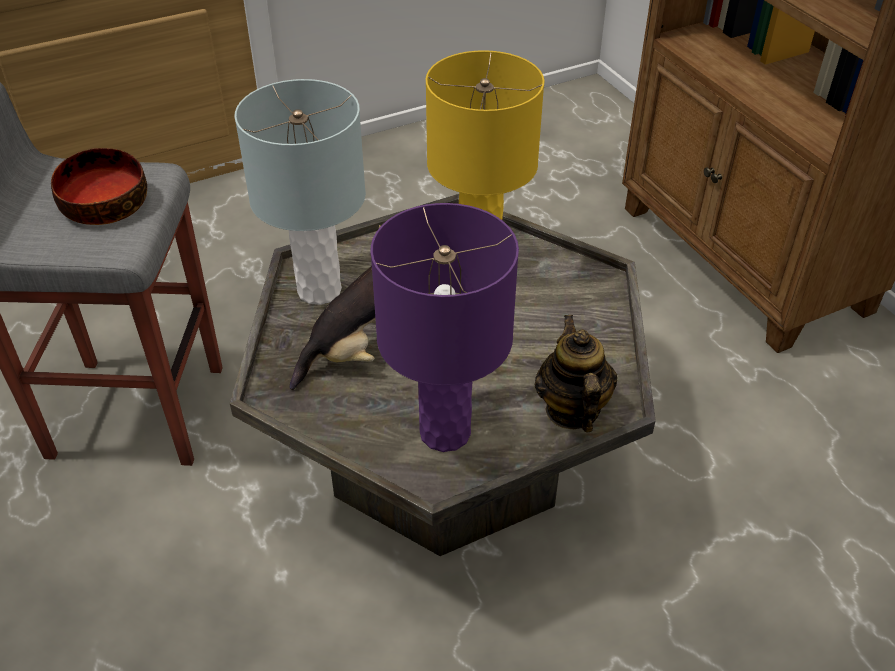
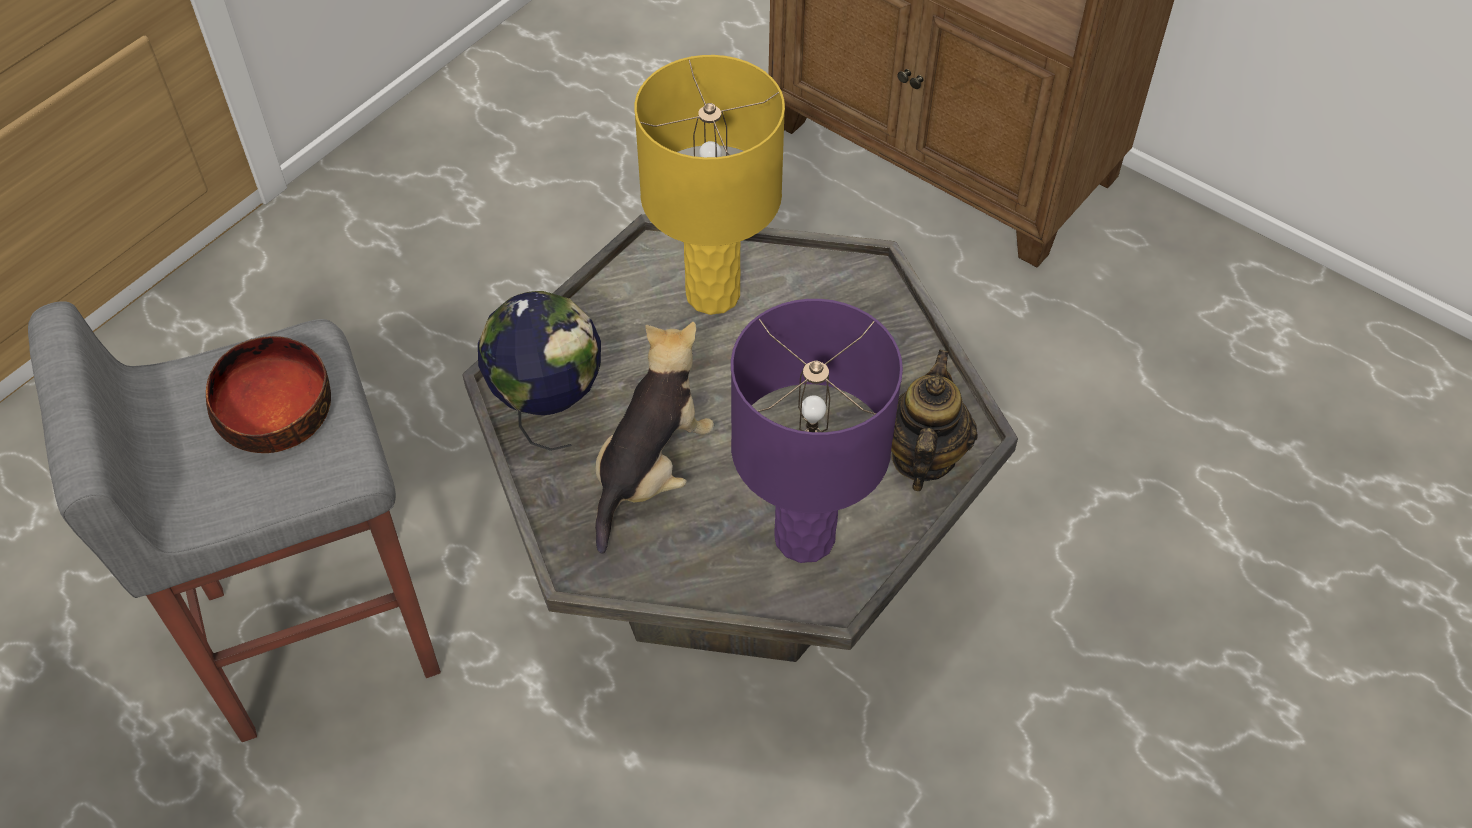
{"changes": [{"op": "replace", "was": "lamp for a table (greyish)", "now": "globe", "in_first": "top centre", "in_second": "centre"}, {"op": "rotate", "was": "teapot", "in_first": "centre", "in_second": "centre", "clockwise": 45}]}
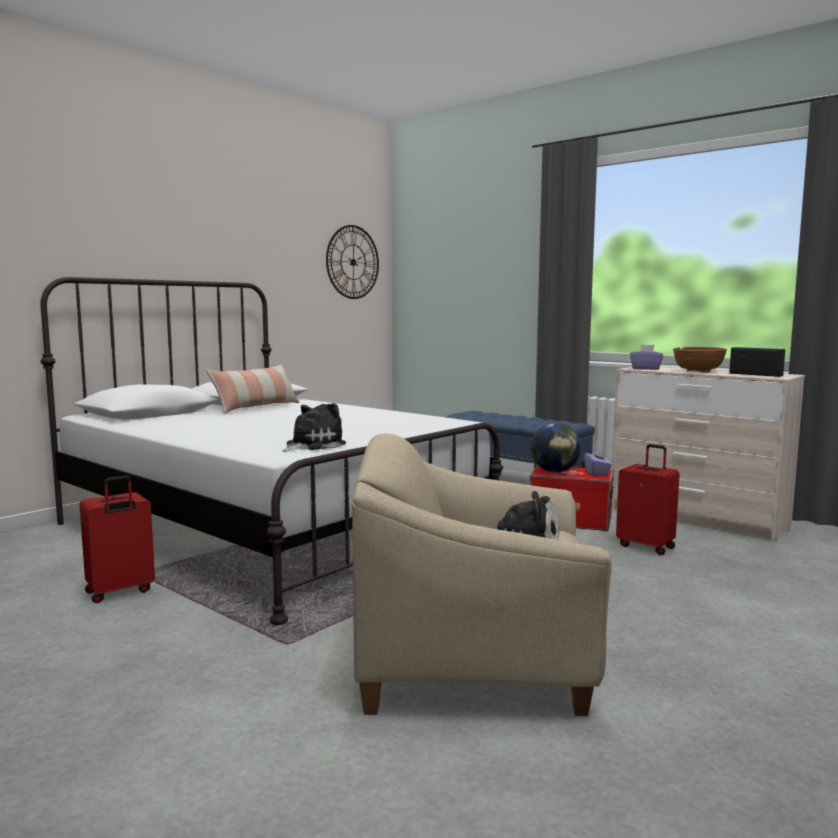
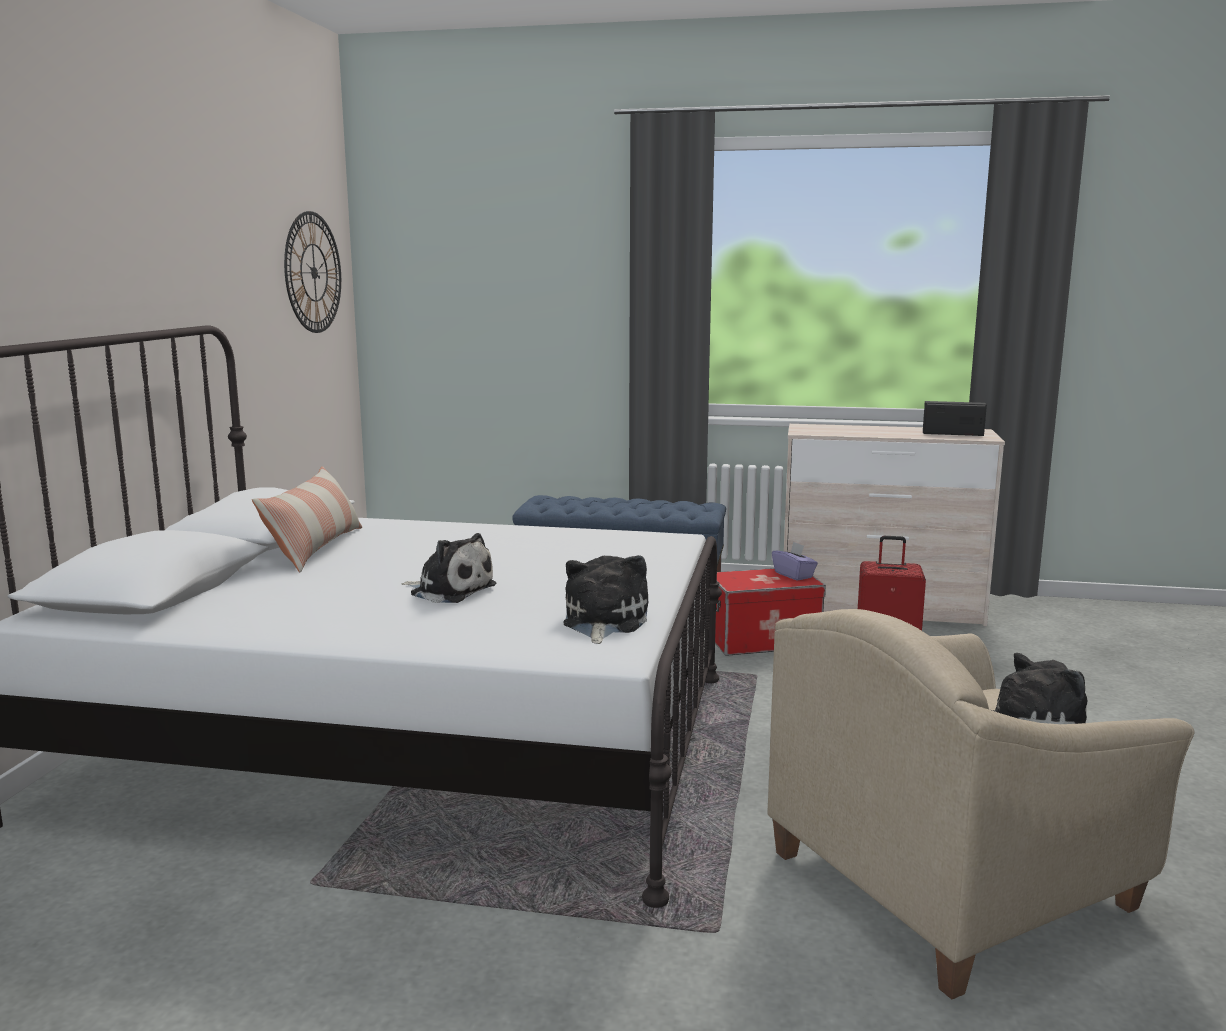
{"changes": [{"op": "delete", "was": "travel case (reddish) (1st from left)", "in_first": "middle left"}, {"op": "delete", "was": "globe", "in_first": "centre"}, {"op": "delete", "was": "box of tissues (purple-coloured) (2nd from left)", "in_first": "middle right"}, {"op": "delete", "was": "bowl (brown-coloured)", "in_first": "middle right"}, {"op": "insert", "now": "plush toy (1st from left)", "in_second": "centre"}]}
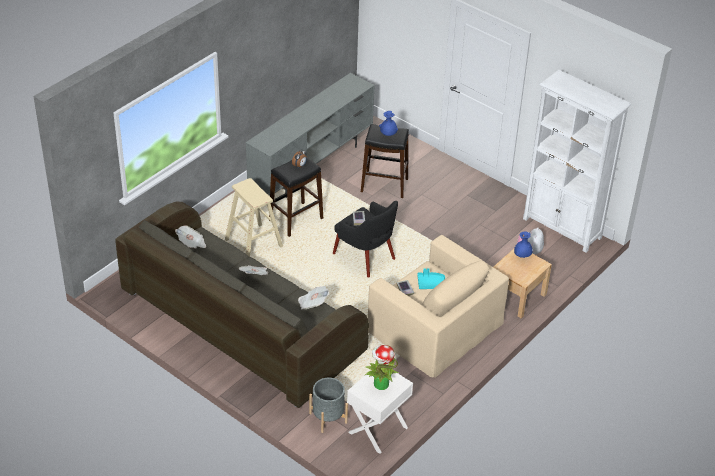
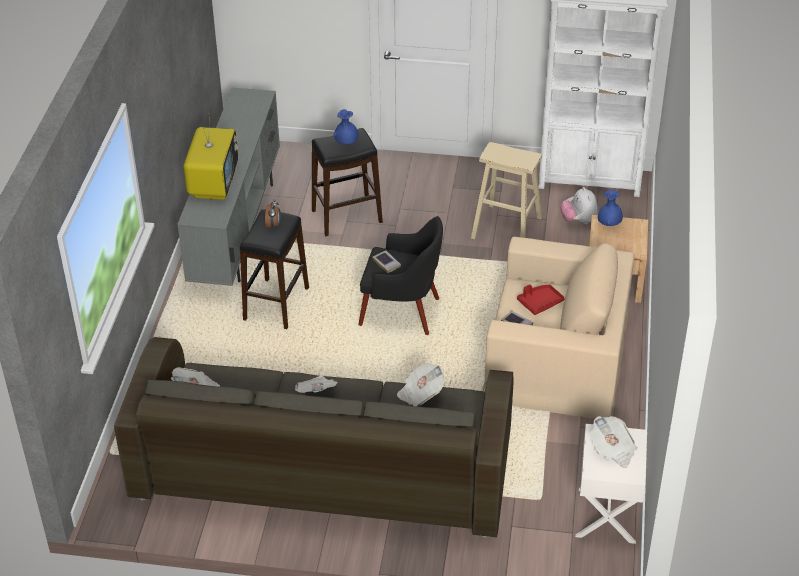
{"changes": [{"op": "move", "was": "sitting stool (beige-coloured)", "in_first": "centre", "in_second": "top centre"}, {"op": "delete", "was": "plant pot (greyish)", "in_first": "bottom centre"}, {"op": "replace", "was": "potted plant", "now": "newspaper (4th from left)", "in_first": "bottom centre", "in_second": "bottom right"}, {"op": "recolor", "was": "carrying tray (blue-green)", "now": "carrying tray (reddish)", "in_first": "centre", "in_second": "middle right"}, {"op": "insert", "now": "television", "in_second": "top left"}]}
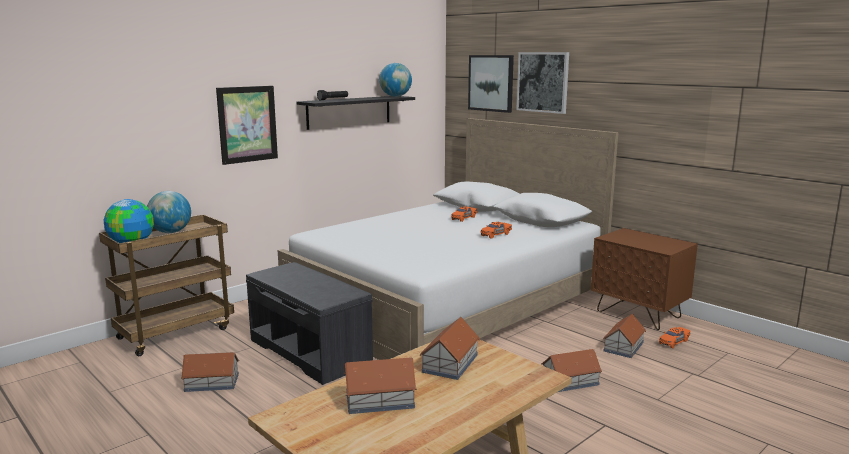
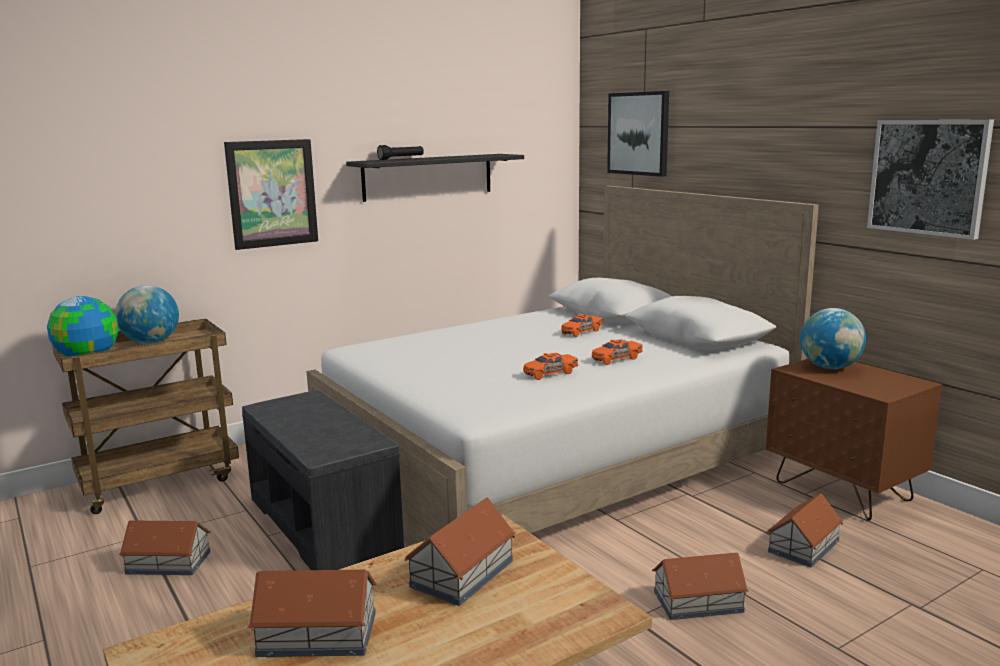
{"changes": [{"op": "move", "was": "globe (3rd from left)", "in_first": "top centre", "in_second": "middle right"}, {"op": "move", "was": "wall picture (3rd from left)", "in_first": "top centre", "in_second": "top right"}, {"op": "move", "was": "model car (orange-coloured) (3rd from left in the first image)", "now": "model car (orange-coloured) (1st from left)", "in_first": "bottom right", "in_second": "centre"}]}
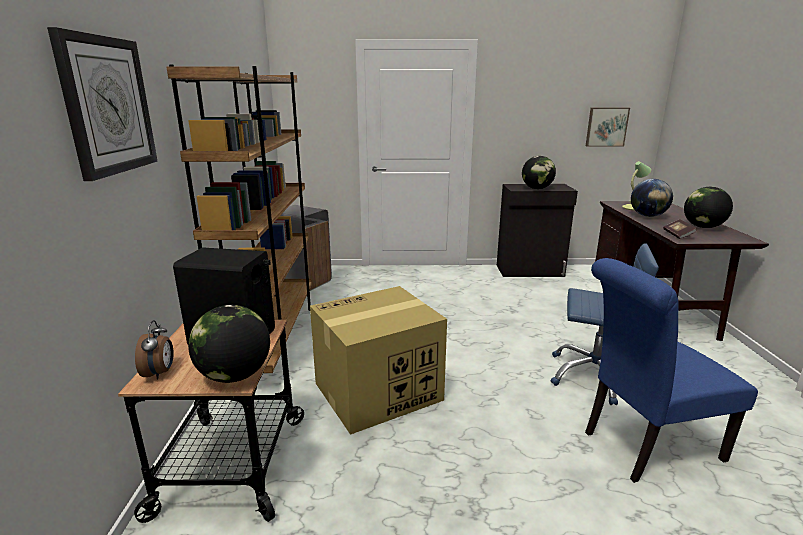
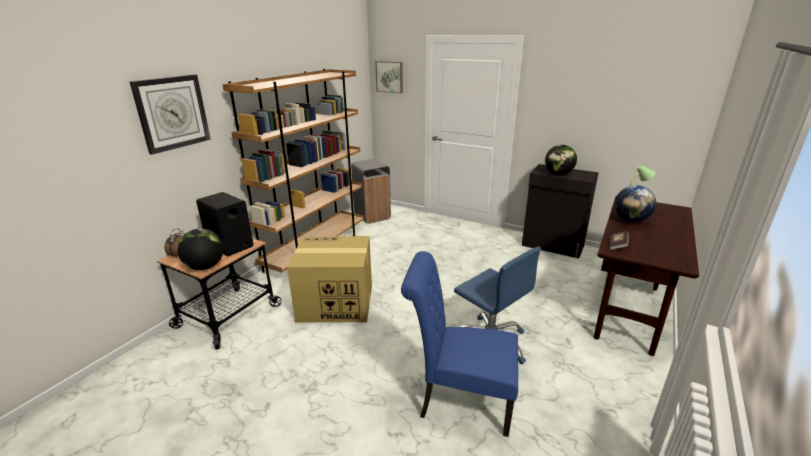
{"changes": [{"op": "move", "was": "wall picture", "in_first": "top right", "in_second": "top centre"}, {"op": "delete", "was": "globe (4th from left)", "in_first": "middle right"}]}
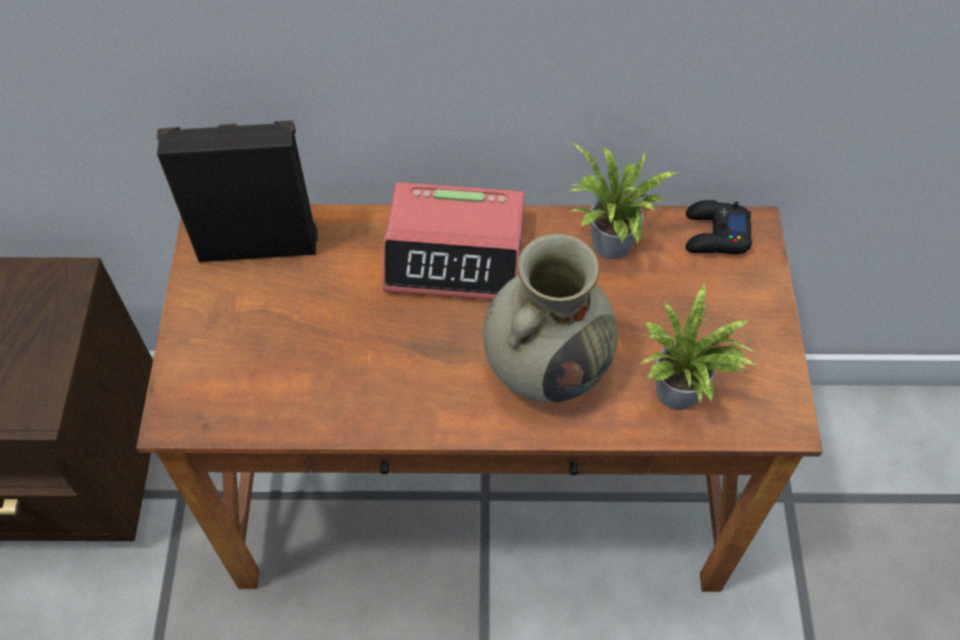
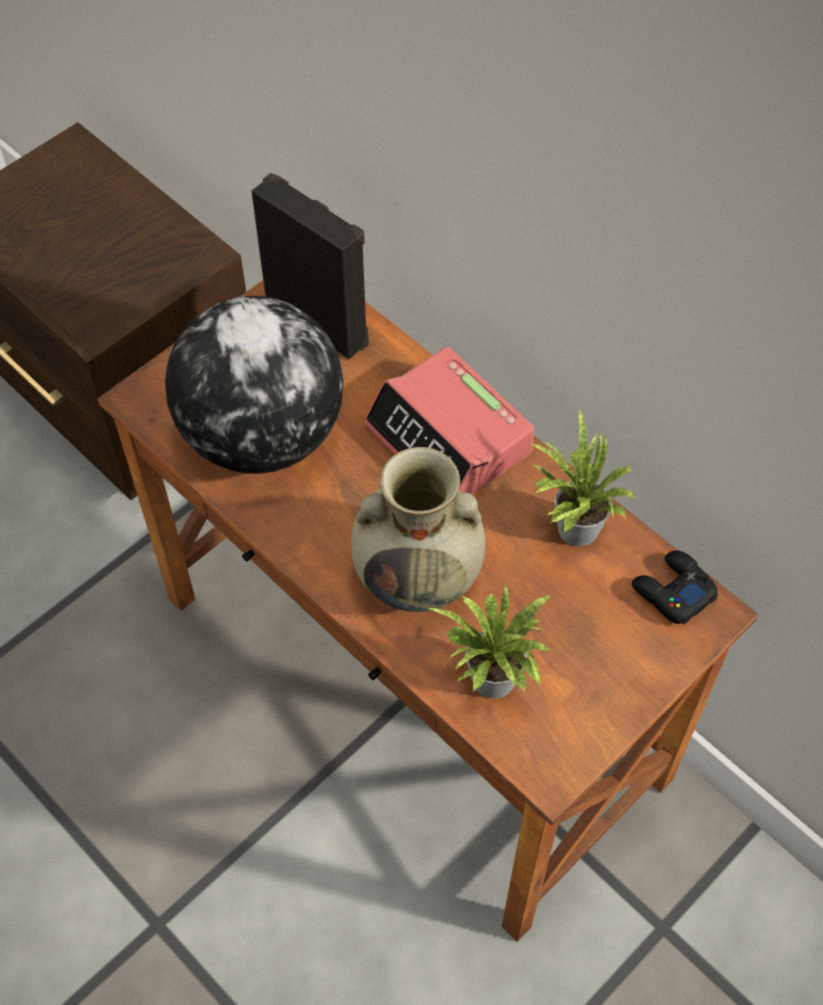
{"changes": [{"op": "insert", "now": "globe", "in_second": "middle left"}]}
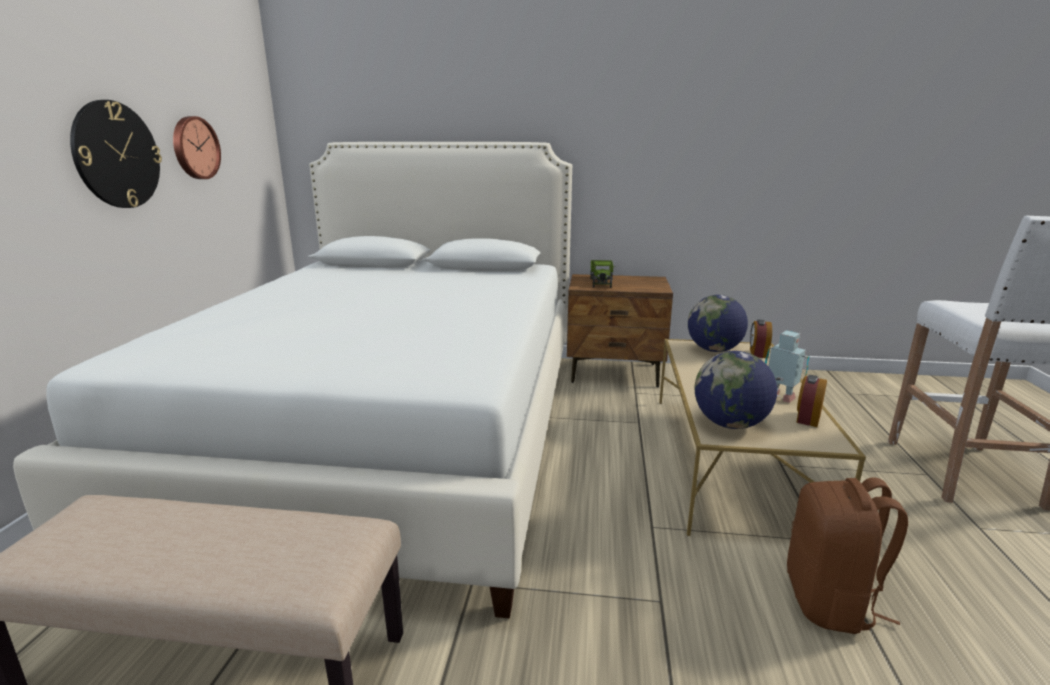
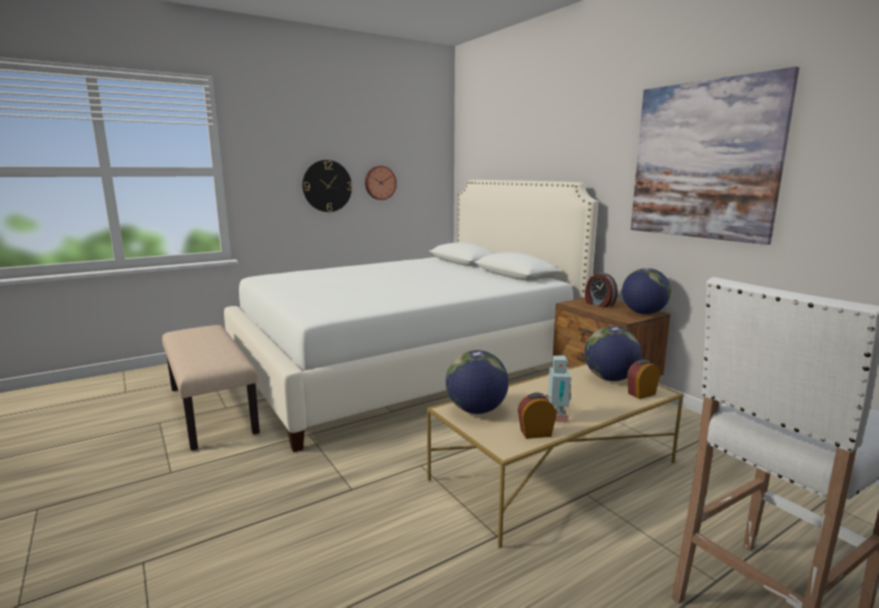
{"changes": [{"op": "replace", "was": "toy lorry", "now": "table clock (2nd from left)", "in_first": "centre", "in_second": "middle right"}, {"op": "delete", "was": "backpack (brown-coloured)", "in_first": "bottom right"}, {"op": "insert", "now": "globe (3rd from left)", "in_second": "middle right"}, {"op": "insert", "now": "wall picture", "in_second": "top right"}]}
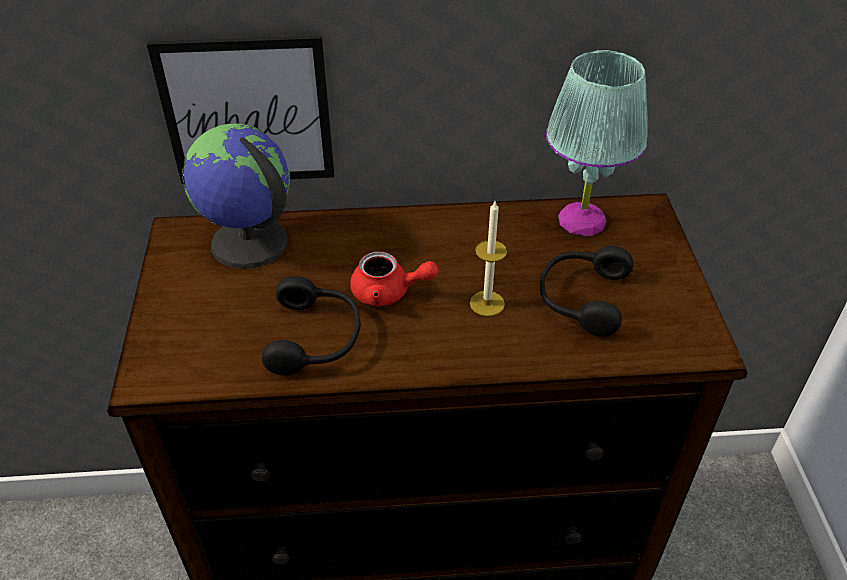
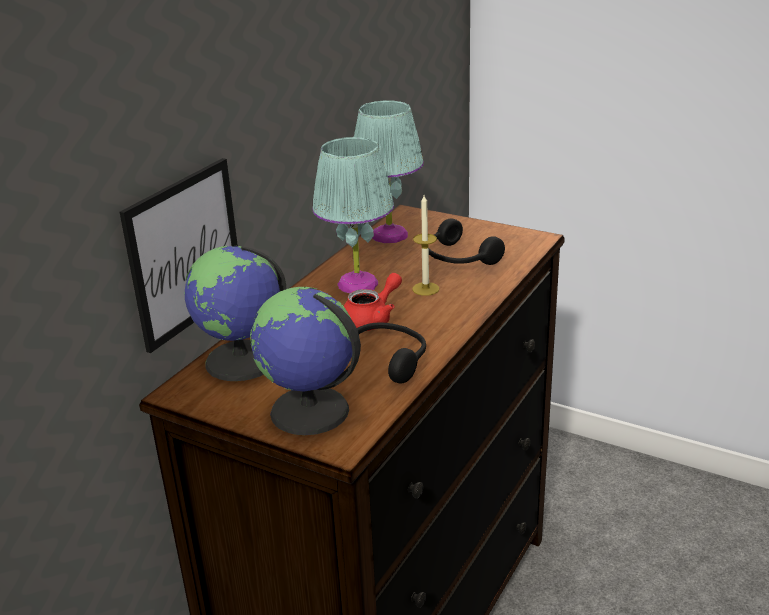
{"changes": [{"op": "insert", "now": "globe (2nd from left)", "in_second": "centre"}, {"op": "insert", "now": "lamp for a table (blue-green) (1st from left)", "in_second": "centre"}]}
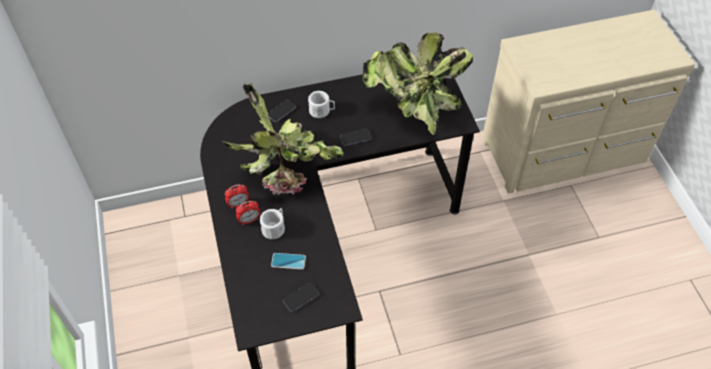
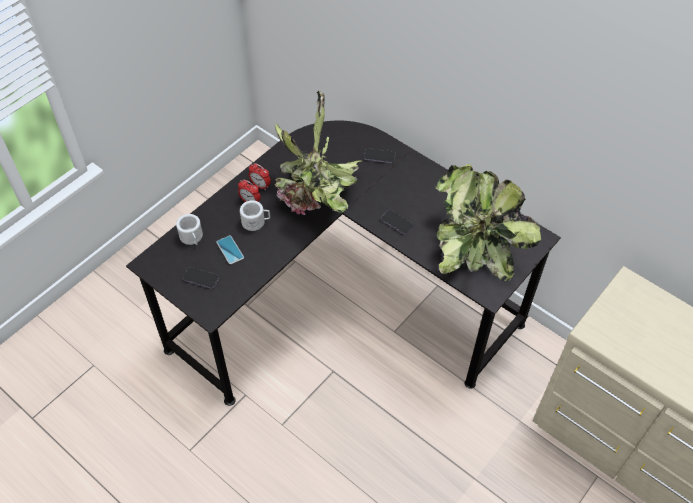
{"changes": [{"op": "move", "was": "tea mug (white) (2nd from left in the first image)", "now": "tea mug (white) (1st from left)", "in_first": "top centre", "in_second": "middle left"}]}
